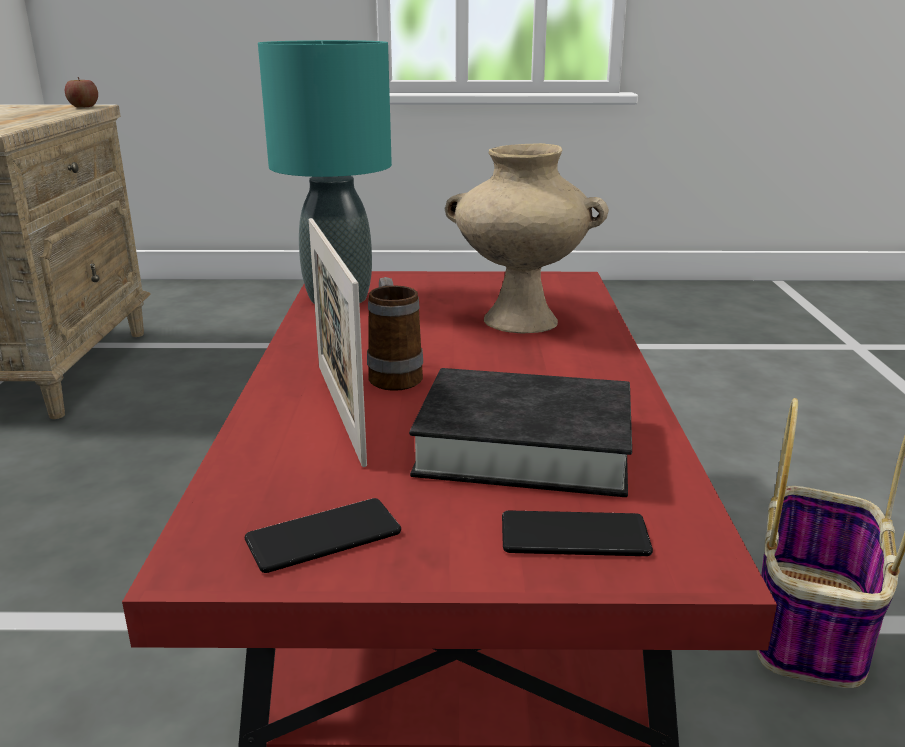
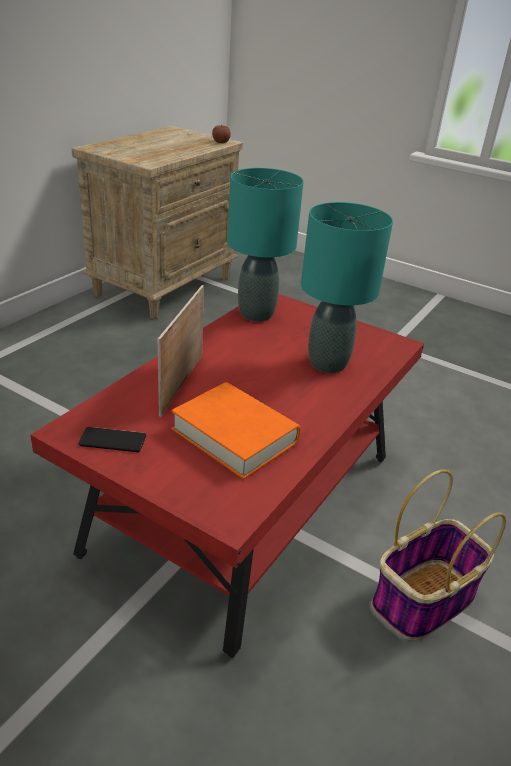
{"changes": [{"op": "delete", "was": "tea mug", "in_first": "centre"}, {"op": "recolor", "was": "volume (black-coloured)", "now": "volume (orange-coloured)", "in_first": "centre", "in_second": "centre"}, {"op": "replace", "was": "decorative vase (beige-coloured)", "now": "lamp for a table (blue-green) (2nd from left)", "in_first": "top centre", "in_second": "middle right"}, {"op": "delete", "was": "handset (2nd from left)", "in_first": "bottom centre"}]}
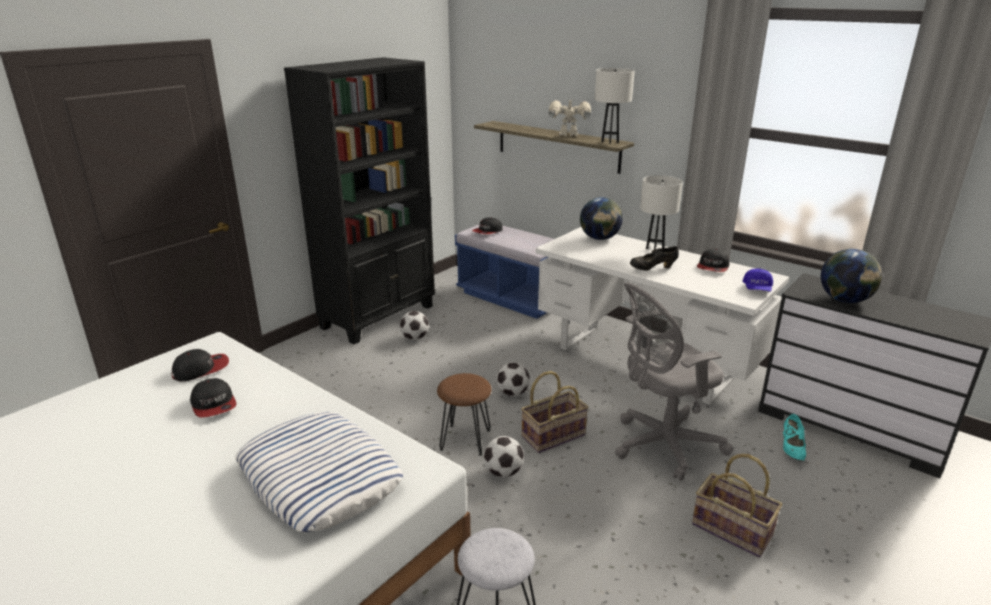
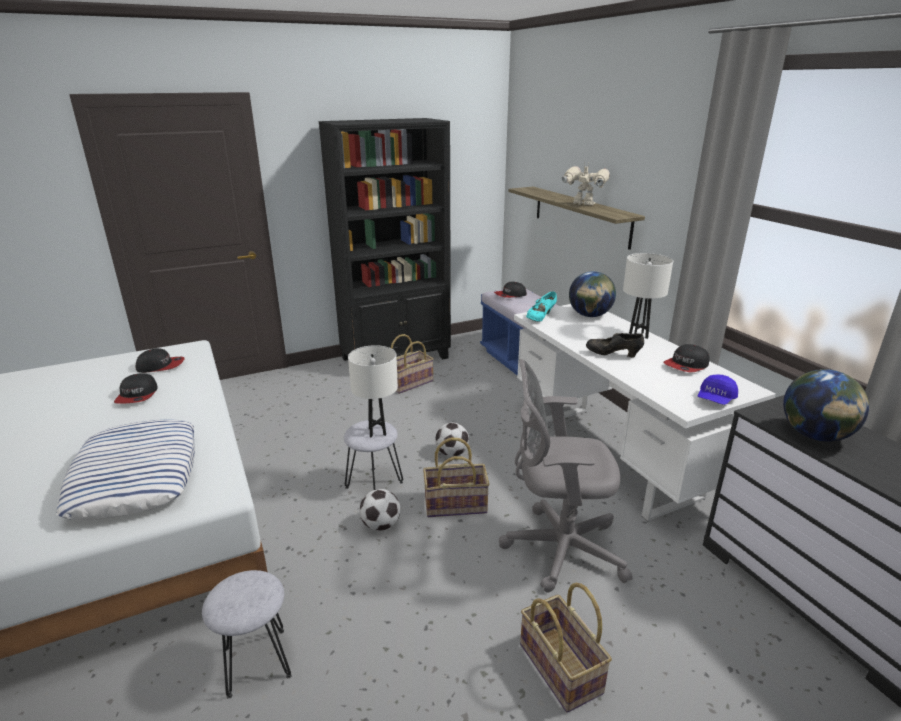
{"changes": [{"op": "replace", "was": "football ball (1st from left)", "now": "basket (1st from left)", "in_first": "centre", "in_second": "centre"}, {"op": "recolor", "was": "sitting stool (brown-coloured)", "now": "sitting stool (greyish) (2nd from left)", "in_first": "bottom centre", "in_second": "centre"}, {"op": "move", "was": "lamp for a table (white) (1st from left)", "in_first": "top centre", "in_second": "centre"}, {"op": "move", "was": "shoe (blue-green)", "in_first": "bottom right", "in_second": "centre"}]}
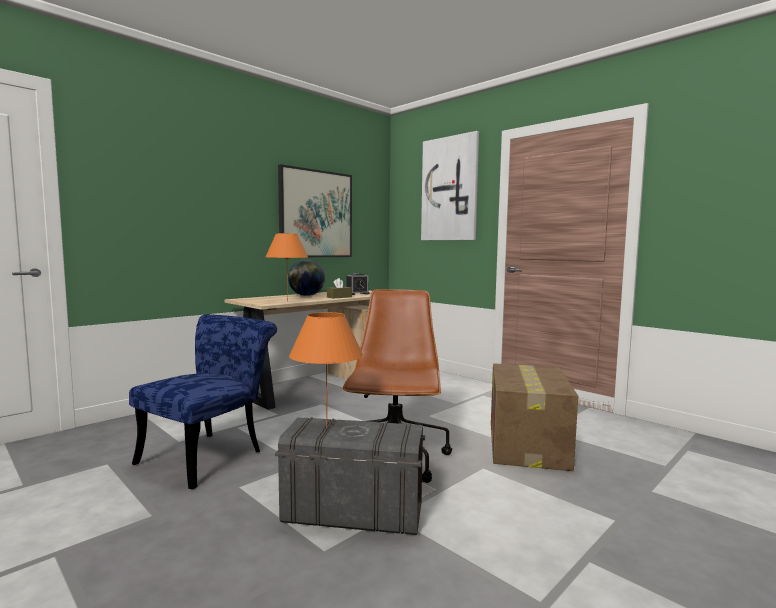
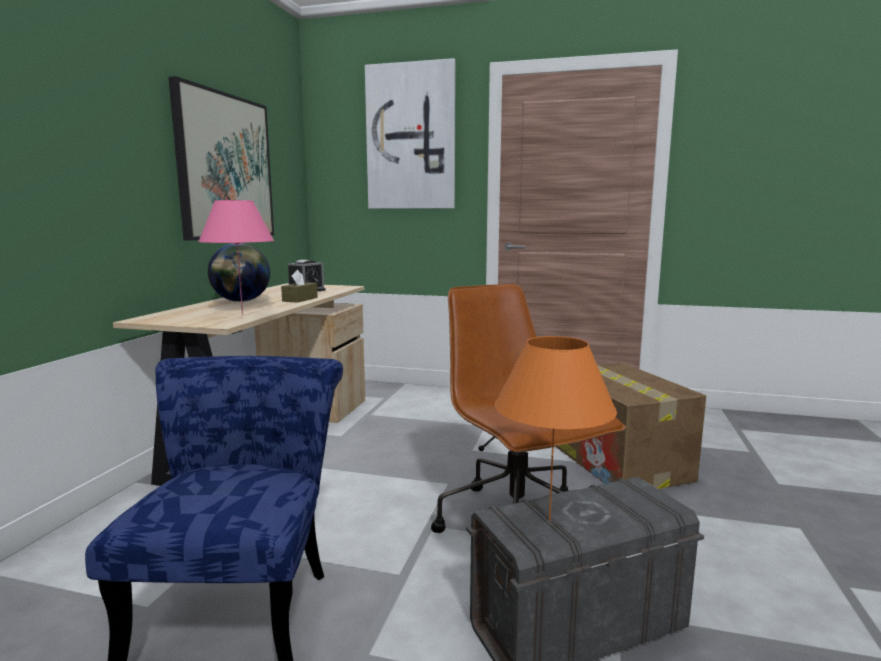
{"changes": [{"op": "recolor", "was": "lamp for a table (orange-coloured) (1st from left)", "now": "lamp for a table (pink)", "in_first": "centre", "in_second": "middle left"}]}
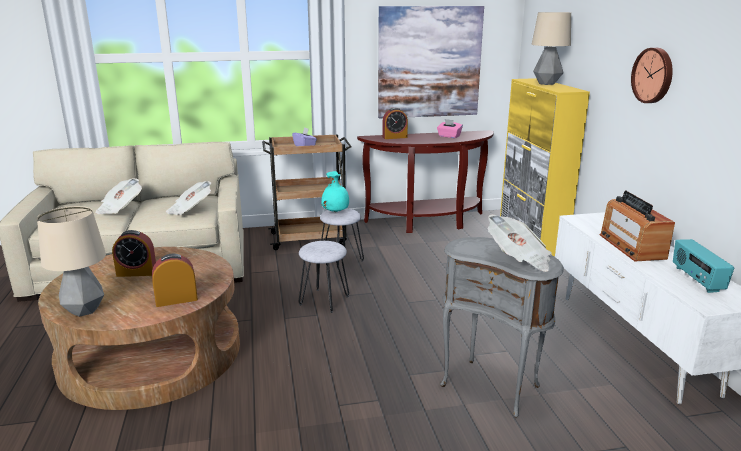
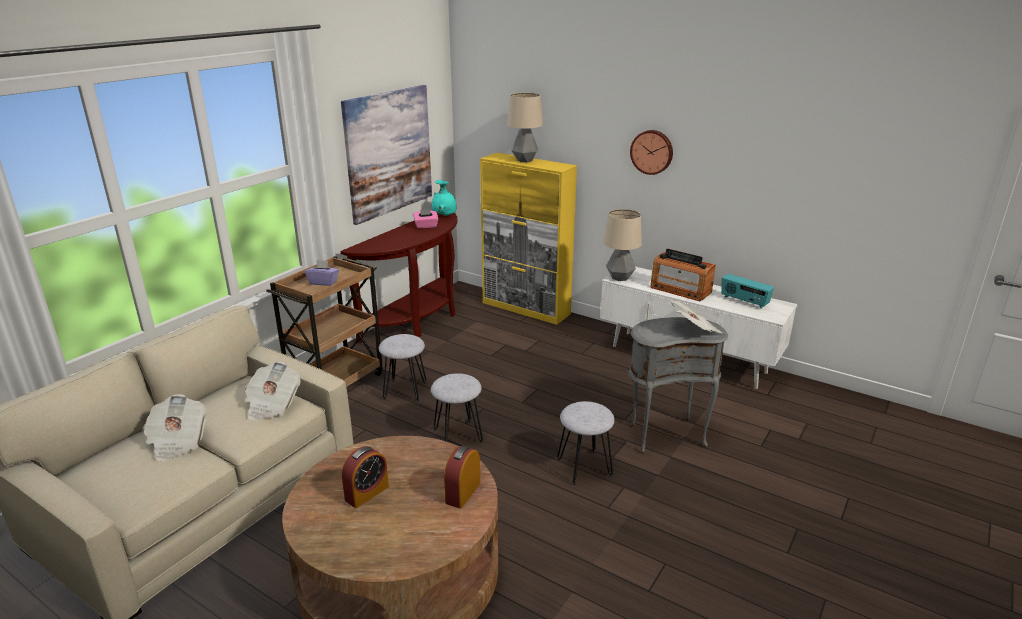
{"changes": [{"op": "move", "was": "lamp for a table (1st from left in the first image)", "now": "lamp for a table (2nd from left)", "in_first": "middle left", "in_second": "centre"}, {"op": "move", "was": "decorative vase (blue-green)", "in_first": "centre", "in_second": "top centre"}, {"op": "delete", "was": "table clock (3rd from left)", "in_first": "top centre"}, {"op": "insert", "now": "sitting stool (greyish) (3rd from left)", "in_second": "bottom centre"}]}
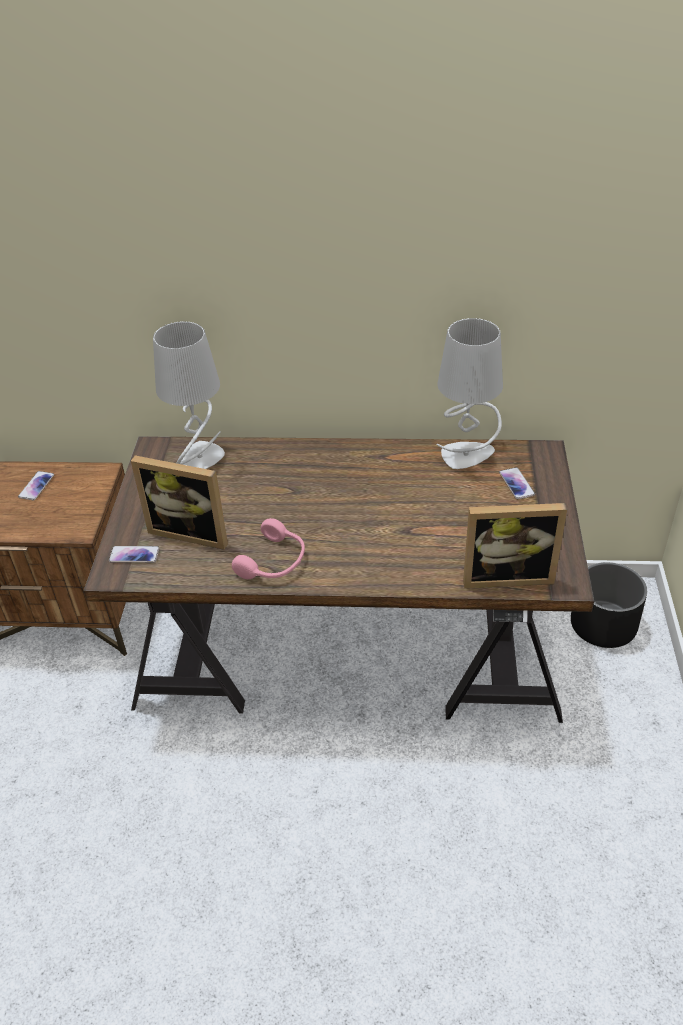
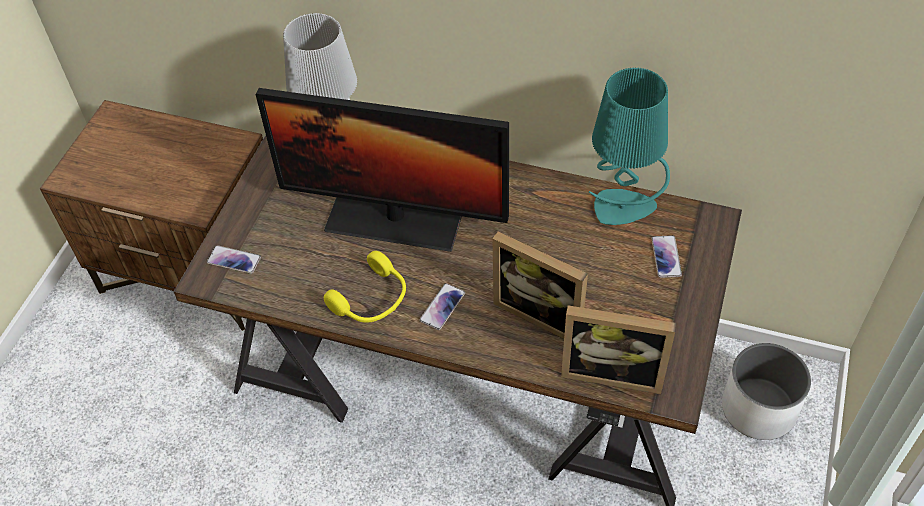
{"changes": [{"op": "move", "was": "handset (1st from left in the first image)", "now": "handset (2nd from left)", "in_first": "middle left", "in_second": "centre"}, {"op": "move", "was": "picture frame (1st from left)", "in_first": "middle left", "in_second": "centre"}, {"op": "recolor", "was": "headphones (pink)", "now": "headphones (yellow-coloured)", "in_first": "centre", "in_second": "centre"}, {"op": "recolor", "was": "lamp for a table (greyish) (2nd from left)", "now": "lamp for a table (blue-green)", "in_first": "middle right", "in_second": "top right"}, {"op": "recolor", "was": "plant pot (black-coloured)", "now": "plant pot (white)", "in_first": "middle right", "in_second": "bottom right"}, {"op": "insert", "now": "computer screen", "in_second": "centre"}]}
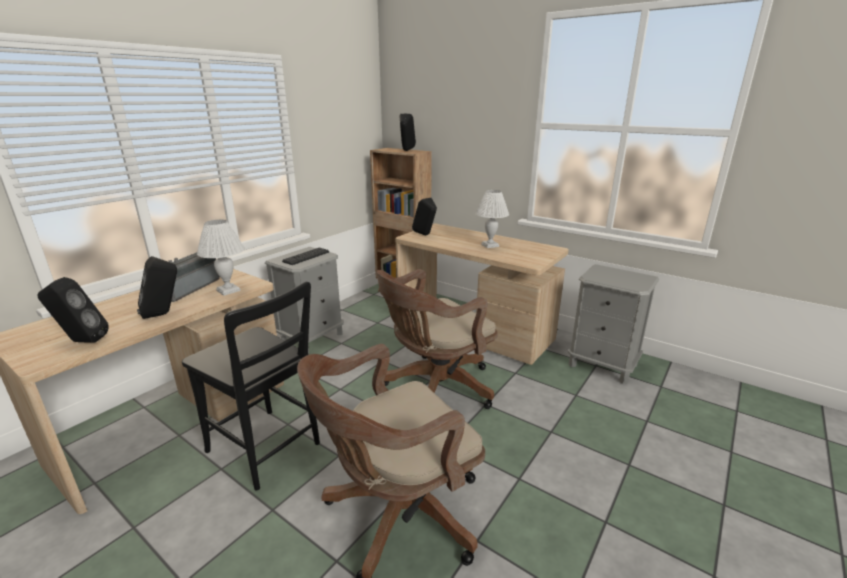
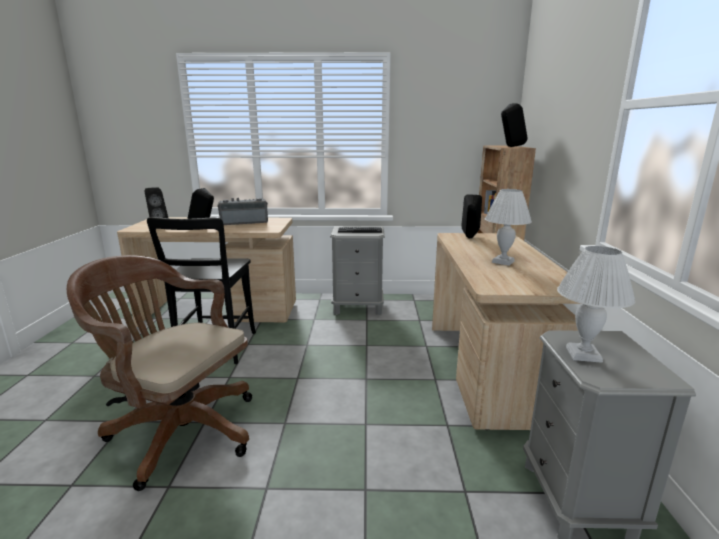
{"changes": [{"op": "move", "was": "lamp for a table (white) (1st from left in the first image)", "now": "lamp for a table (white) (2nd from left)", "in_first": "middle left", "in_second": "middle right"}, {"op": "delete", "was": "office chair (brown-coloured) (2nd from left)", "in_first": "centre"}]}
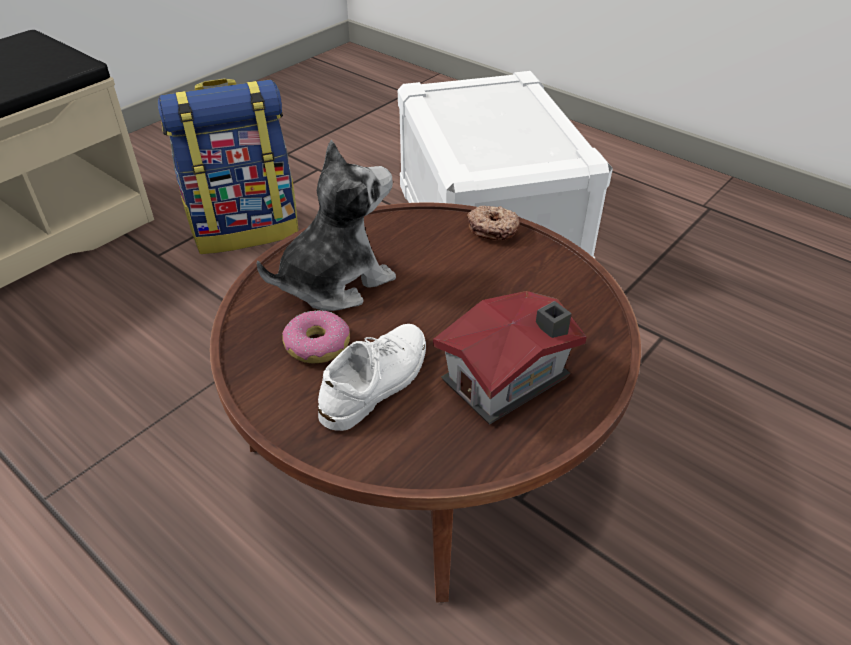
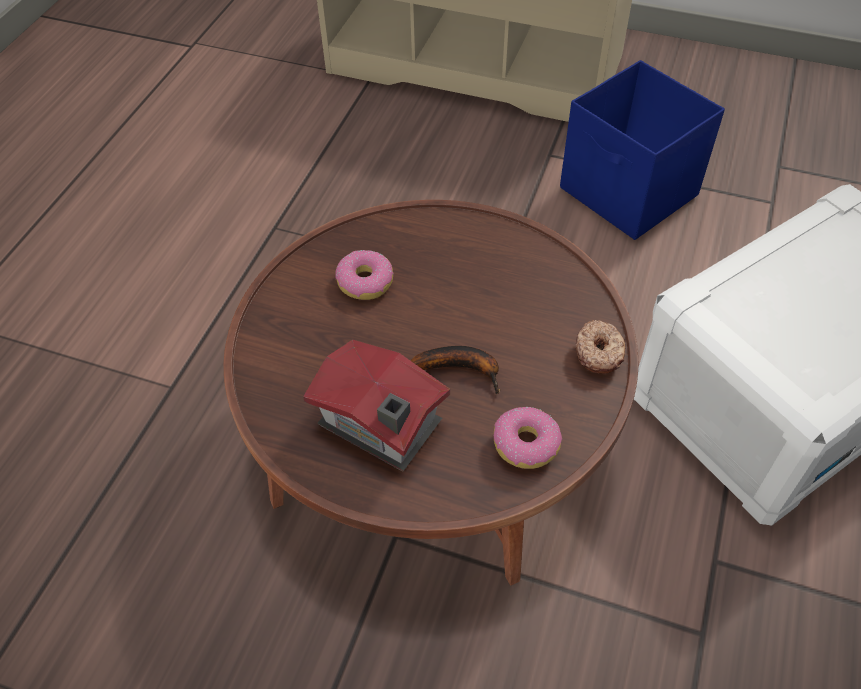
{"changes": [{"op": "replace", "was": "backpack", "now": "storage container (blue)", "in_first": "top left", "in_second": "top right"}, {"op": "delete", "was": "plush toy", "in_first": "centre"}, {"op": "delete", "was": "shoe (white)", "in_first": "centre"}, {"op": "insert", "now": "banana", "in_second": "centre"}, {"op": "insert", "now": "ring doughnut (2nd from left)", "in_second": "centre"}]}
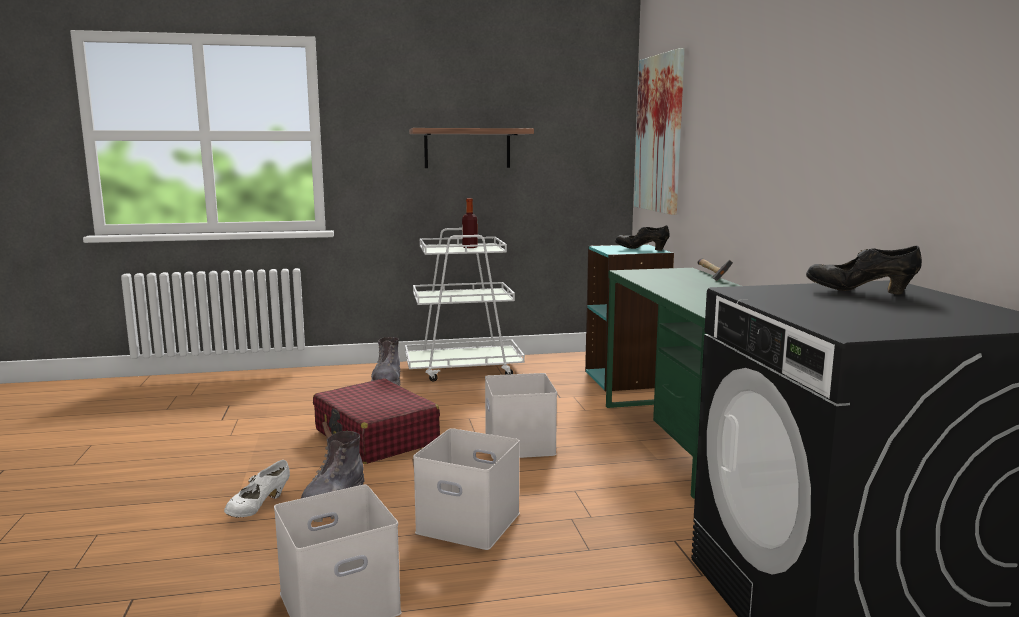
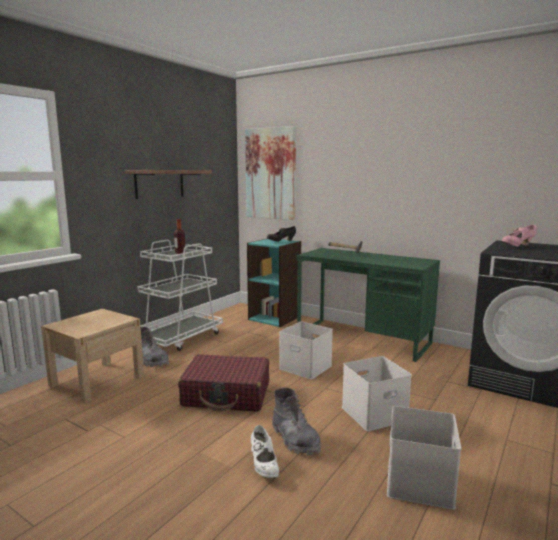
{"changes": [{"op": "recolor", "was": "shoe (black-coloured) (2nd from left)", "now": "shoe (pink)", "in_first": "middle right", "in_second": "middle right"}, {"op": "insert", "now": "nightstand (beige-coloured)", "in_second": "middle left"}]}
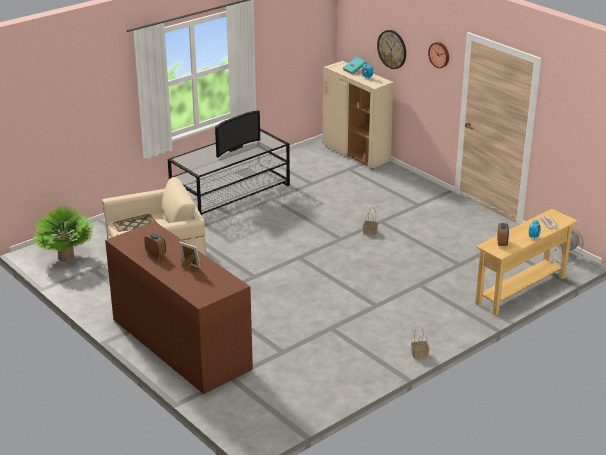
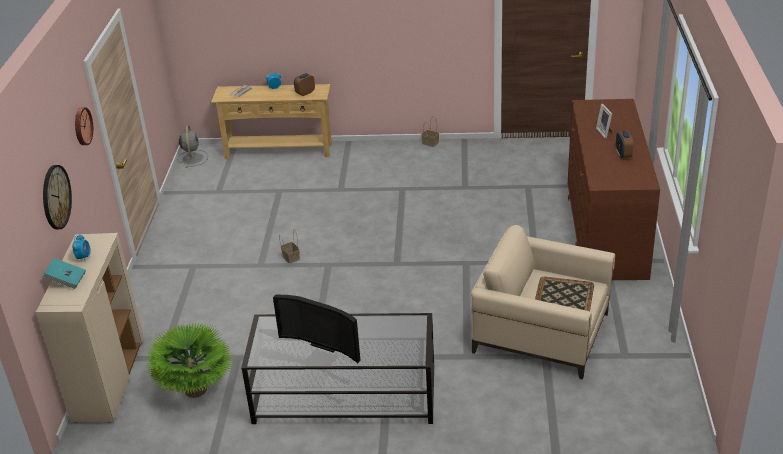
{"changes": [{"op": "move", "was": "potted plant", "in_first": "middle left", "in_second": "bottom left"}, {"op": "rotate", "was": "television", "in_first": "top centre", "in_second": "bottom centre", "clockwise": -150}]}
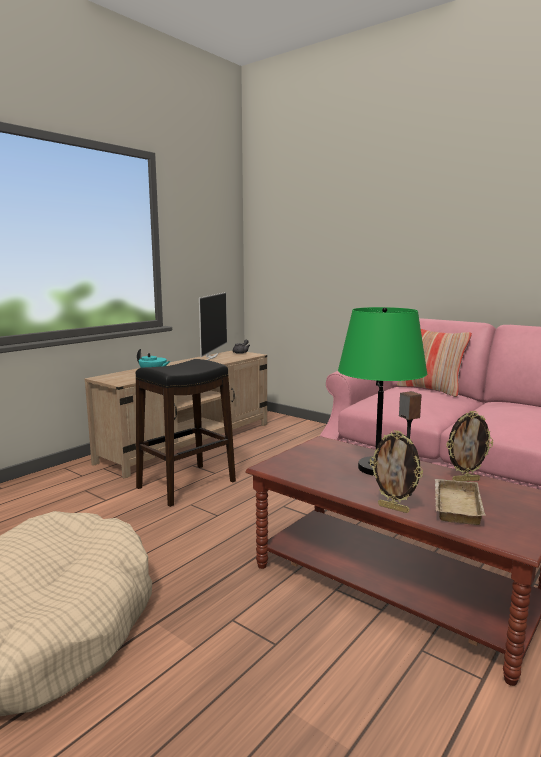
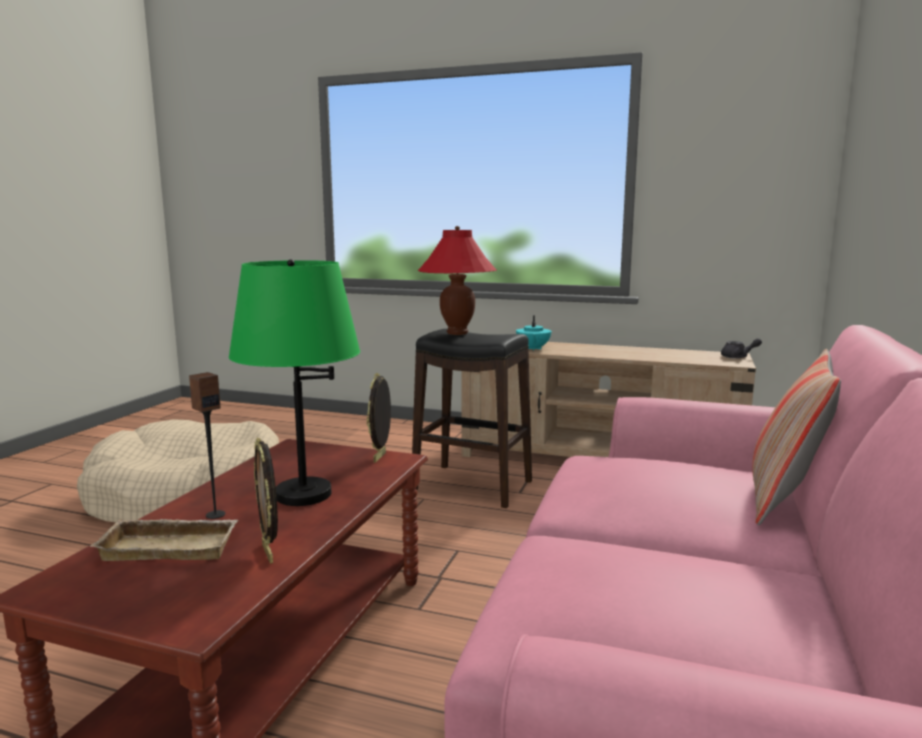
{"changes": [{"op": "delete", "was": "television", "in_first": "centre"}, {"op": "move", "was": "picture frame (1st from left in the first image)", "now": "picture frame (2nd from left)", "in_first": "middle right", "in_second": "centre"}, {"op": "insert", "now": "lamp for a table (reddish)", "in_second": "centre"}]}
